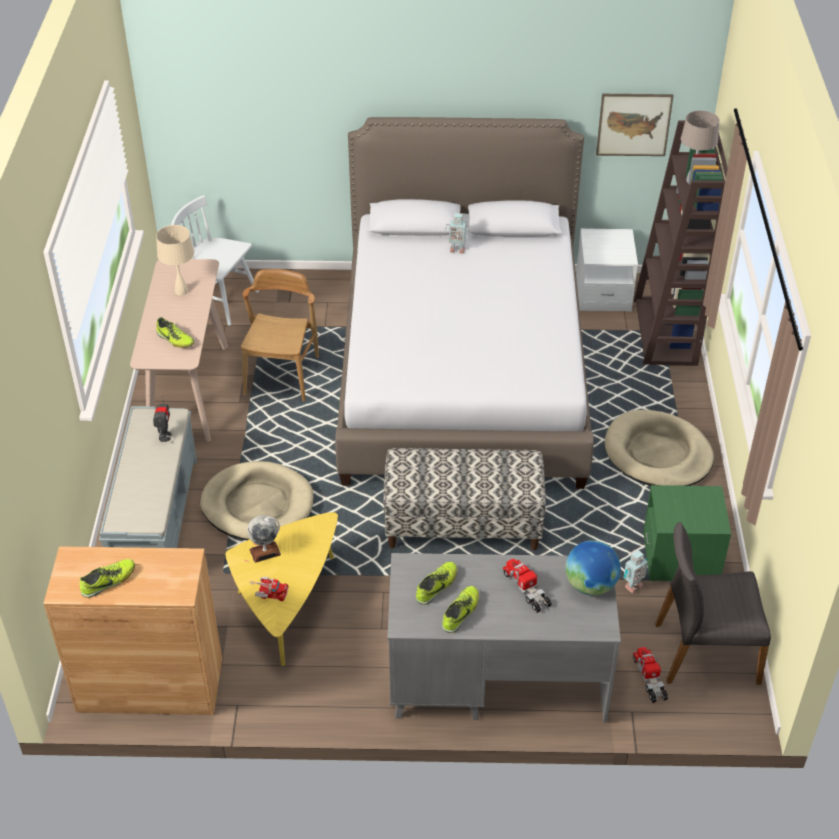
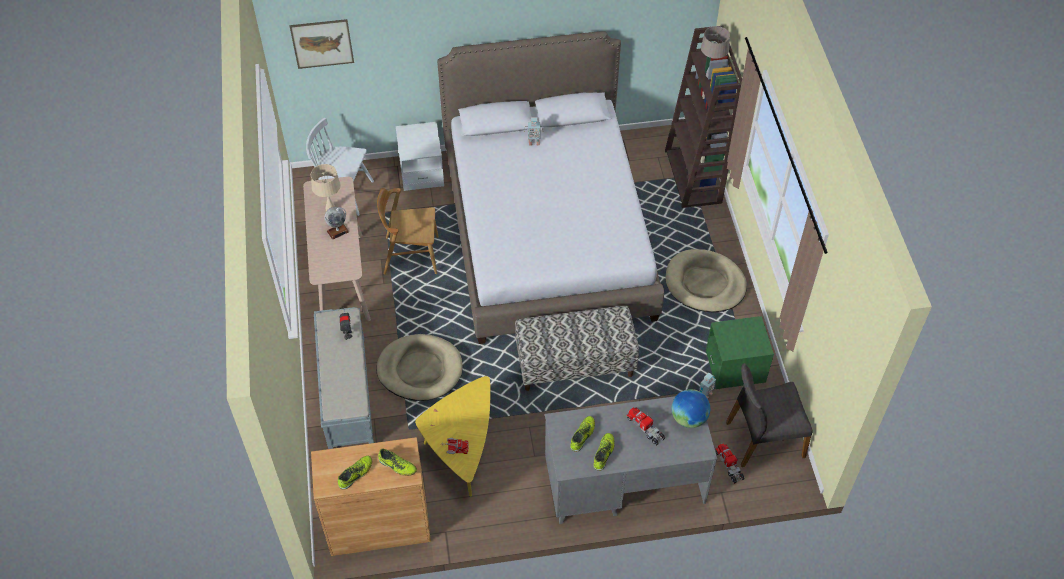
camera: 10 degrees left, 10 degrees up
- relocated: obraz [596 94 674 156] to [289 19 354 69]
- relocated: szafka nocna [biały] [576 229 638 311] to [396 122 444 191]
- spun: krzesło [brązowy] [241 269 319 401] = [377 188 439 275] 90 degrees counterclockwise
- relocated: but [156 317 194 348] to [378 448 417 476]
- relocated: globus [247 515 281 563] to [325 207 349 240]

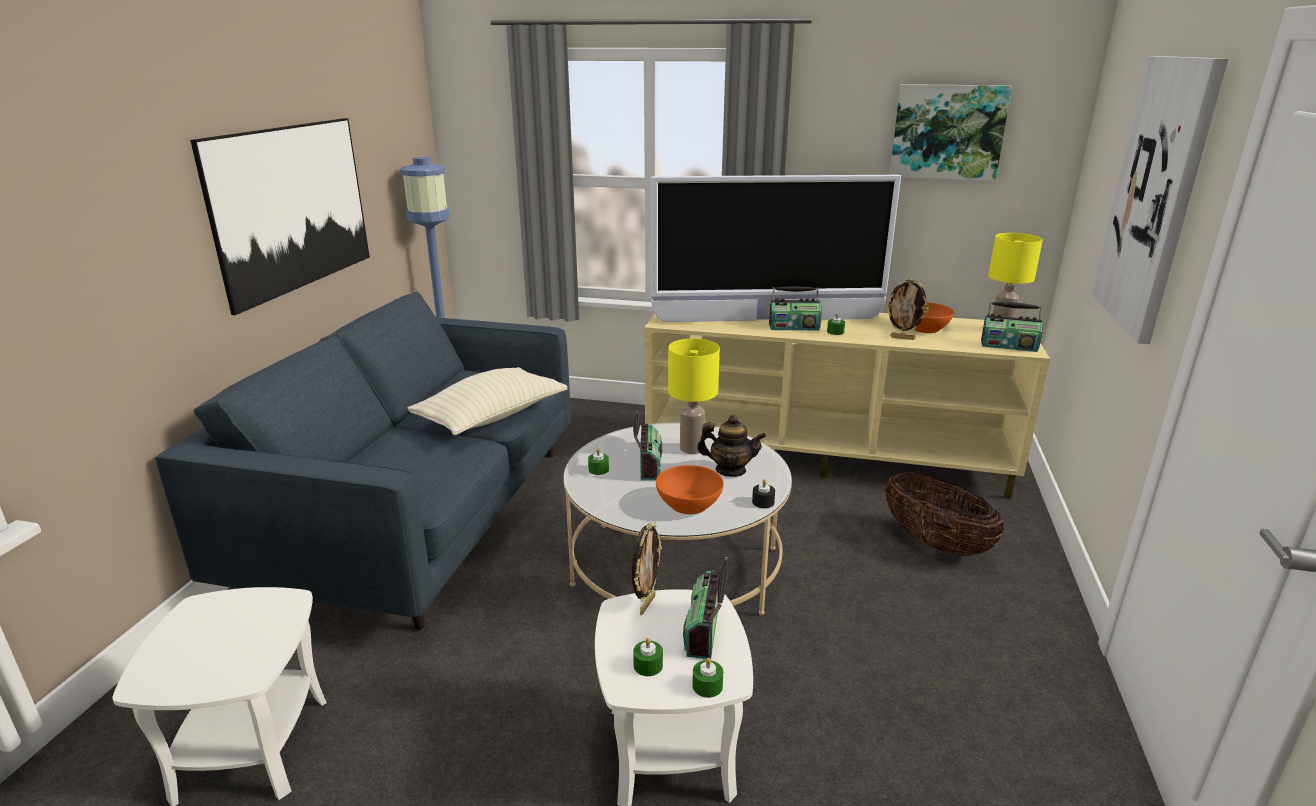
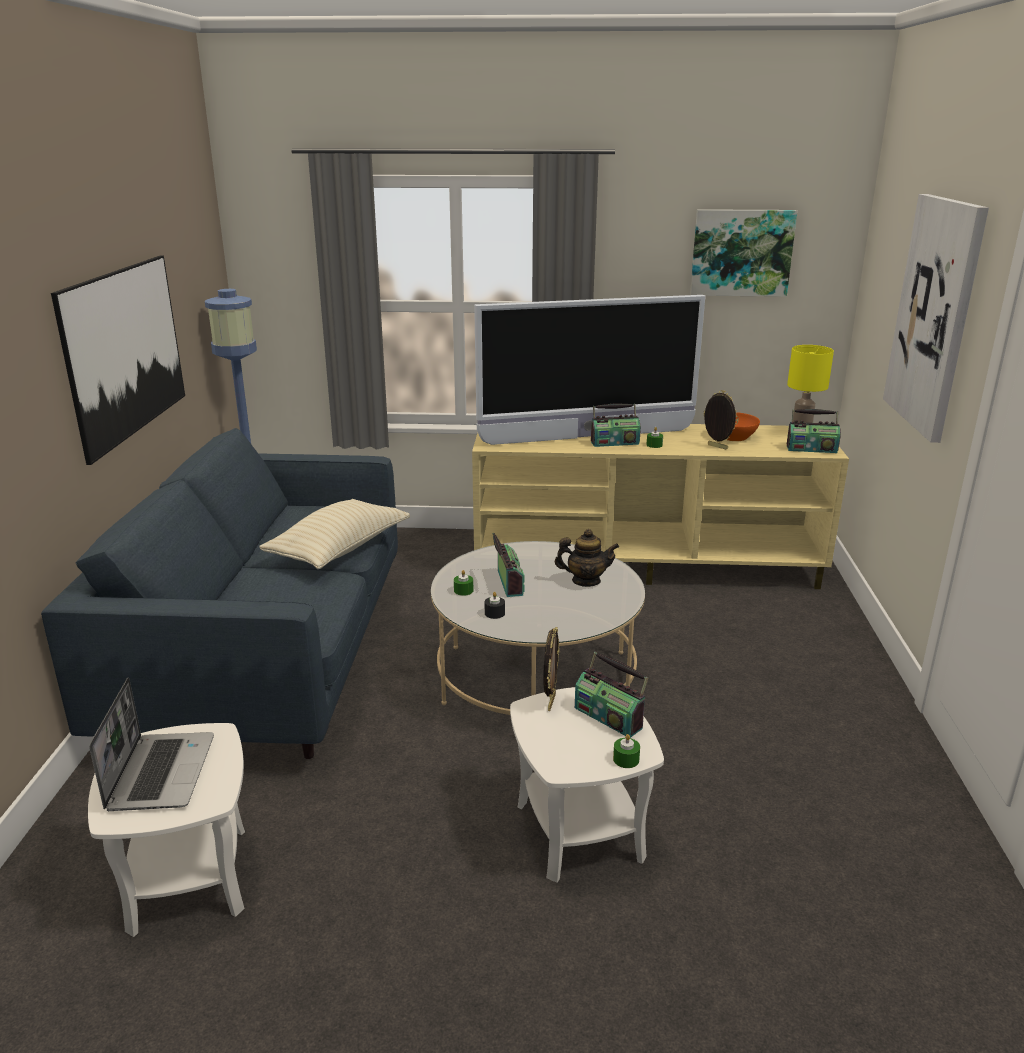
camera: 10 degrees left, 0 degrees up
- spun: ramka na zdjęcie [886 278 929 340] = [703 390 739 449] 150 degrees counterclockwise
- missing: lampa stołowa [żółty] [668 338 720 454]
- missing: miska [pomarańczowy] [656 465 724 514]
- missing: koszyk [885 472 1004 556]
- relocated: świeca [czarny] [752 479 775 508] to [485 592 505 619]
- spun: radio [683 557 728 659] = [575 652 648 738] 45 degrees counterclockwise
- missing: świeca [zielony] [633 638 663 676]
- appeared: laptop [89 678 214 811]

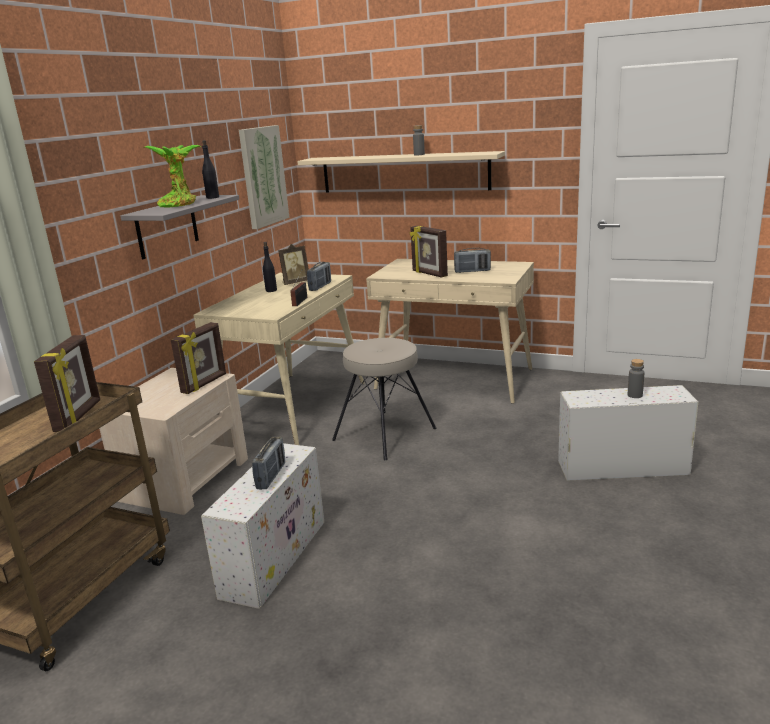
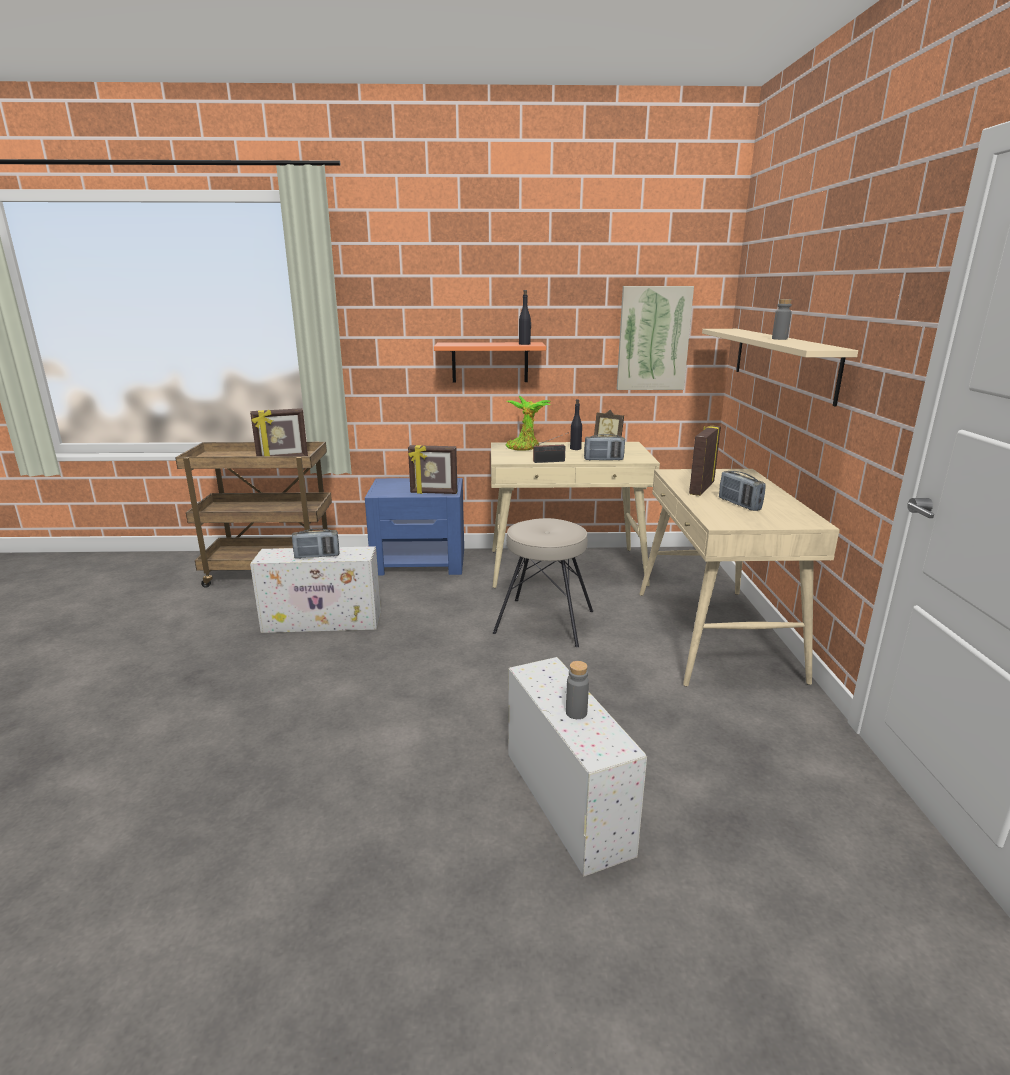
camera: 65 degrees right, 0 degrees up
- relocated: roślina doniczkowa [145 145 201 208] to [505 396 551 451]
- colour: półka [szary] [120 195 239 259] to półka [pomarańczowy] [434 342 546 383]
- colour: szafka nocna [beżowy] [99 368 248 515] to szafka nocna [niebieski] [365 478 464 576]

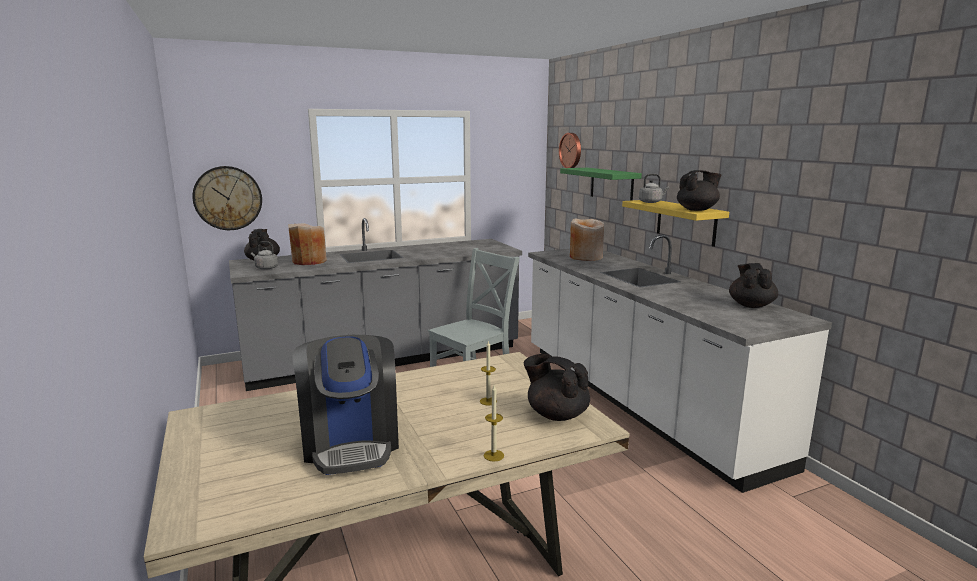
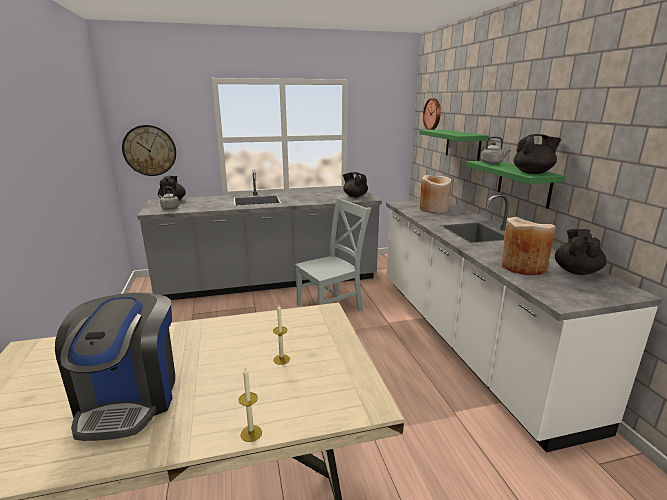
camera: 10 degrees right, 5 degrees up
- colour: półka [żółty] [622 200 729 247] to półka [zielony] [466 161 566 209]
- relocated: wazon [beżowy] [288 223 327 265] to [501 217 556 275]
- relocated: imbryk [czarny] [524 354 590 421] to [343 172 368 197]

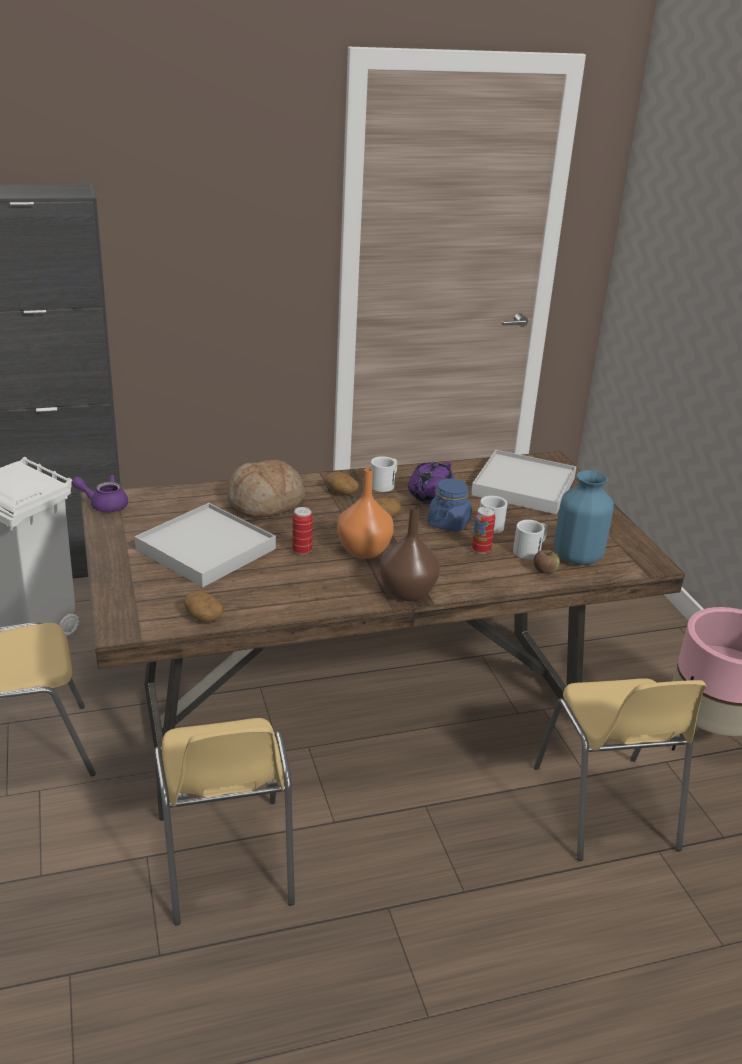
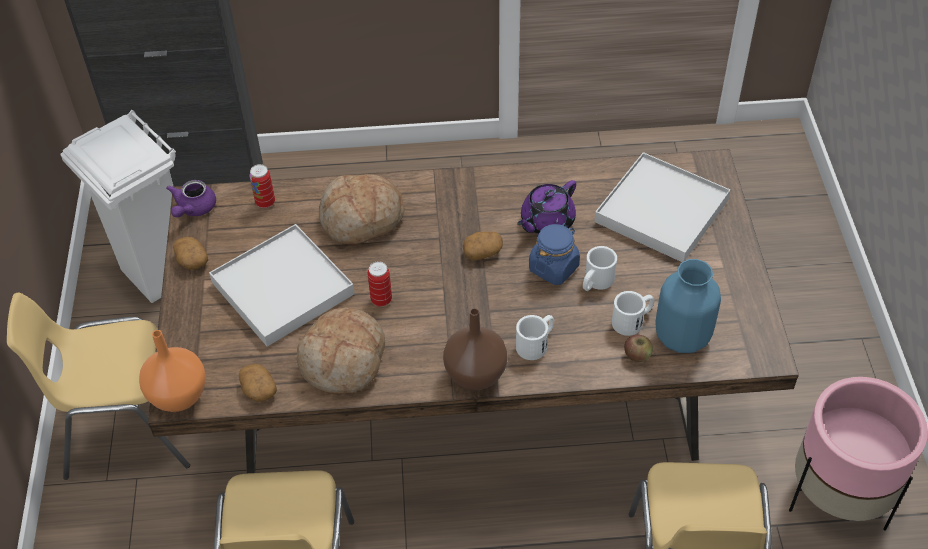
camera: 15 degrees right, 20 degrees up
- relocated: kubek [biały] [371 456 397 492] to [516 315 554 360]
- relocated: wazon [pomarańczowy] [337 468 394 559] to [139 330 206 412]
- relocated: ziemniak [326 472 359 495] to [173 237 208 270]
- spun: imbryk [fioletowy] [72 475 128 512] = [166 180 216 217] 90 degrees counterclockwise
- relocated: puszka [472 507 495 554] to [249 164 275 208]
- appeared: chleb [297 307 385 395]

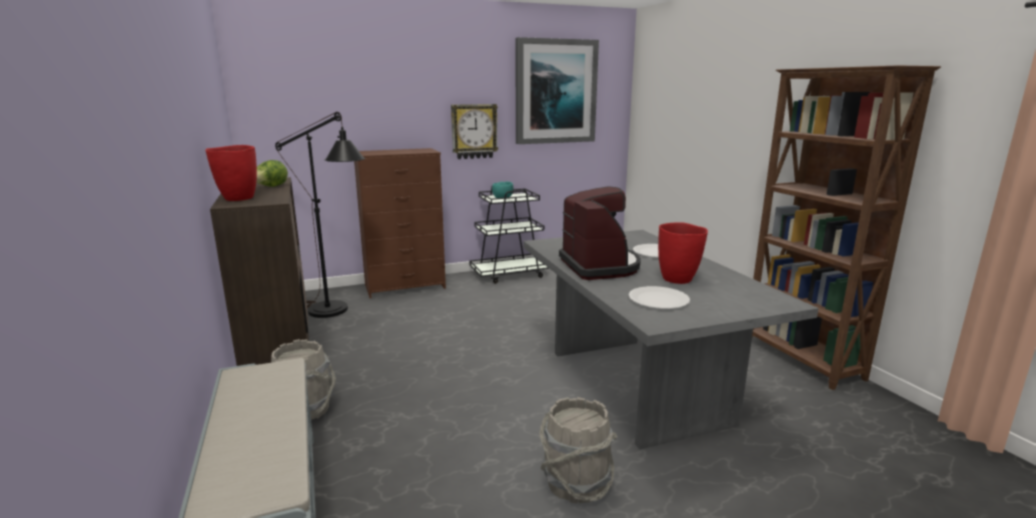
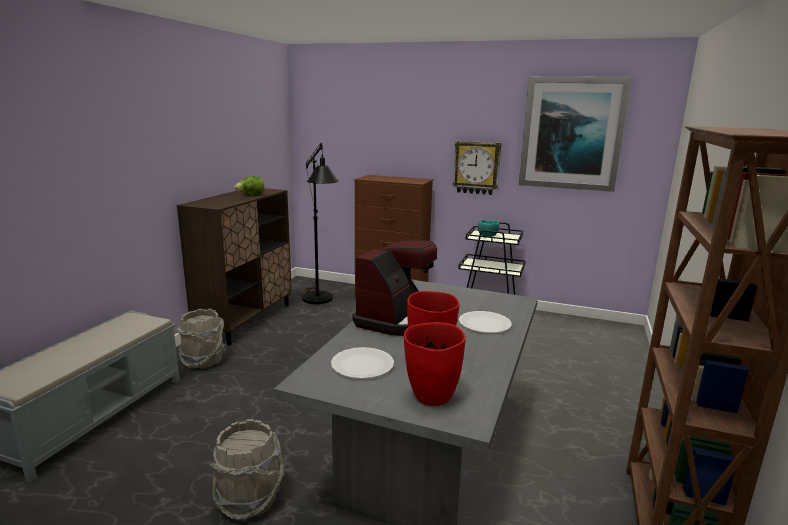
camera: 40 degrees right, 0 degrees up
- relocated: wazon [czerwony] [206 145 257 201] to [404 322 466 406]

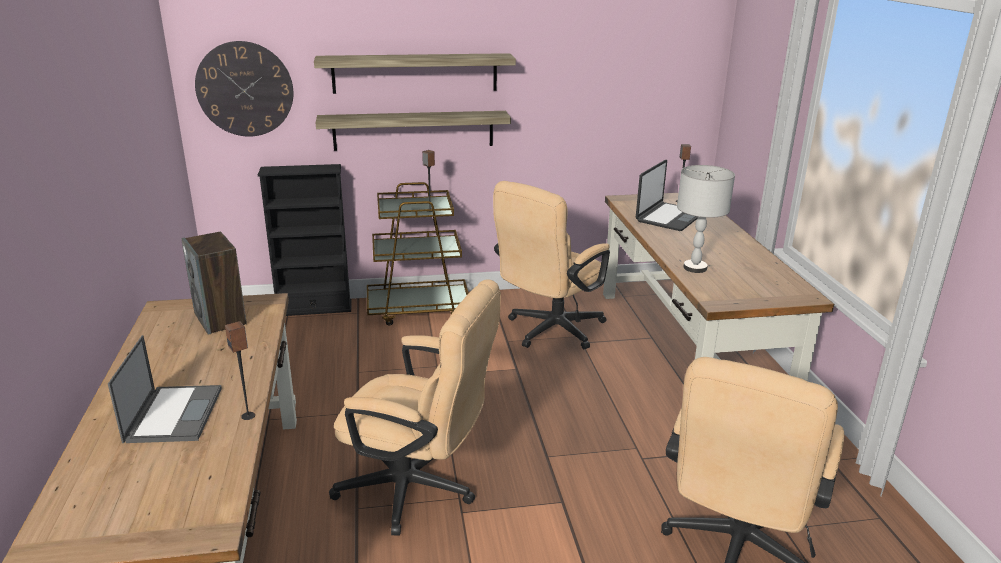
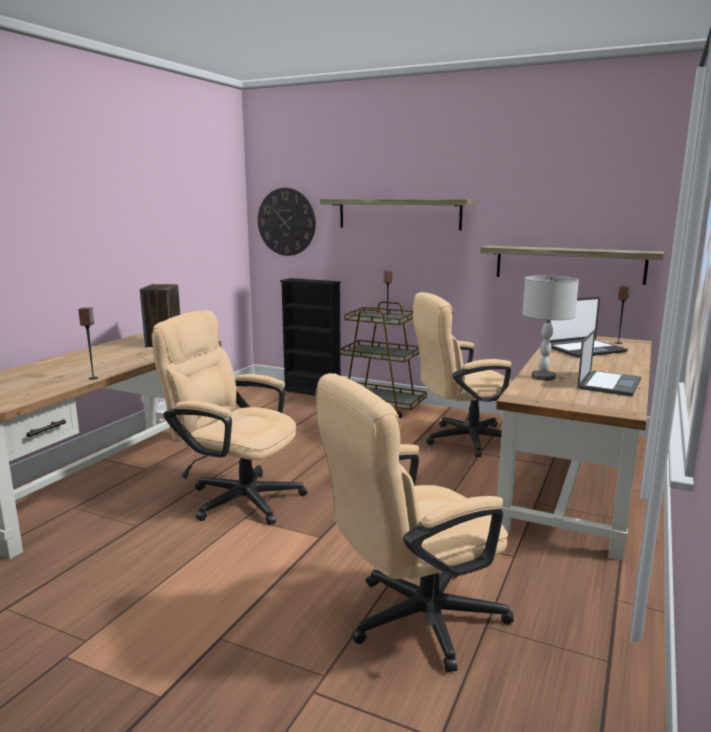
camera: 35 degrees right, 10 degrees down
- relocated: półka [316 111 511 151] to [480 245 664 285]
- spun: krzesło biurowe [beżowy] [329 280 501 536] = [152 310 307 525] 150 degrees clockwise
- relocated: laptop [108 335 222 443] to [577 329 641 396]

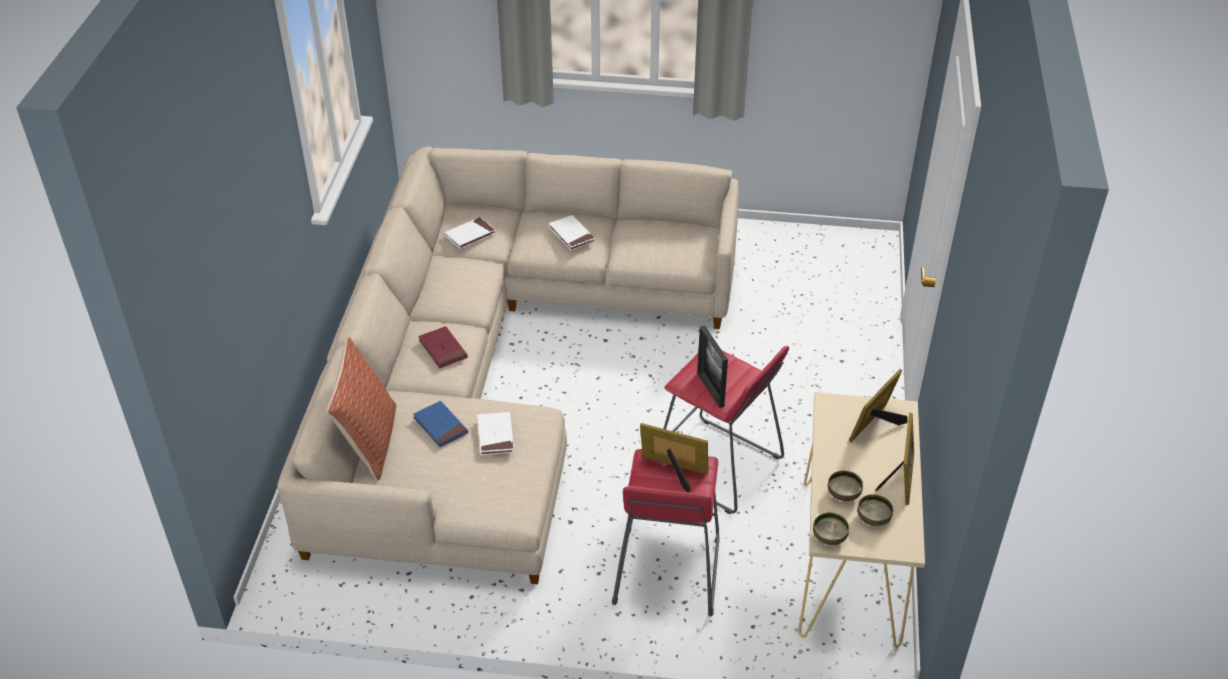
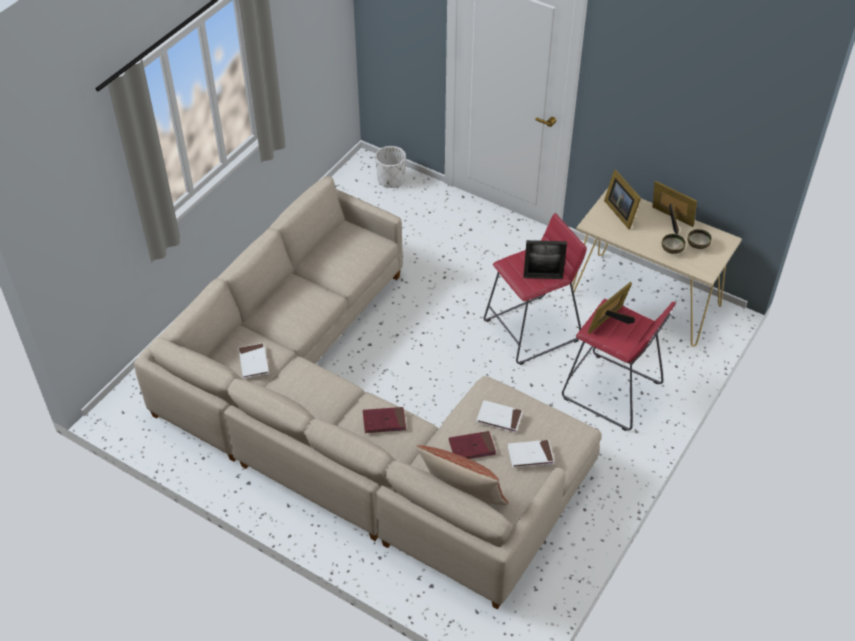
camera: 65 degrees left, 5 degrees up
- relocated: książka [biały] [549 215 595 251] to [508 440 554 468]
- colour: książka [niebieski] [413 401 468 447] to książka [czerwony] [449 431 496 459]
- missing: miska [813 512 849 545]
- appeared: donica [biały] [375 146 406 188]

